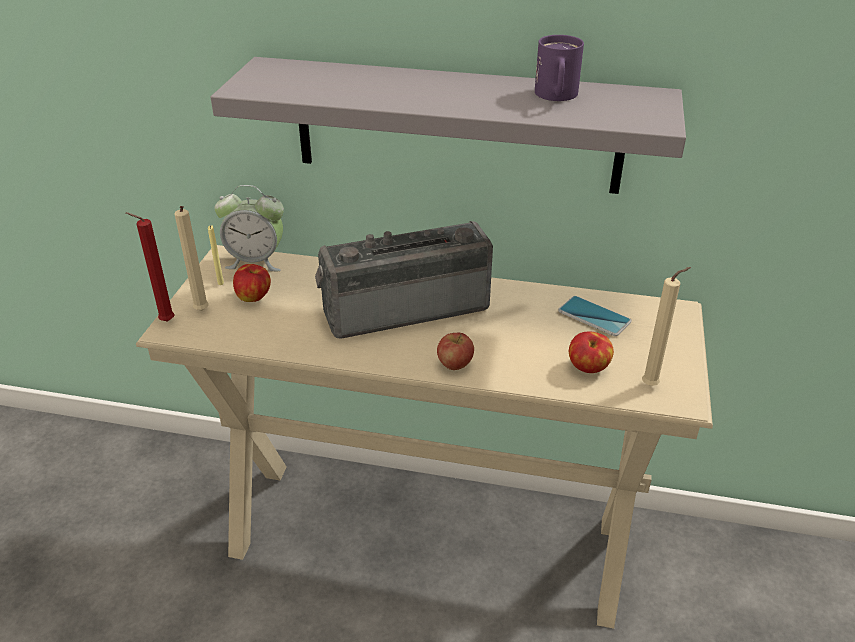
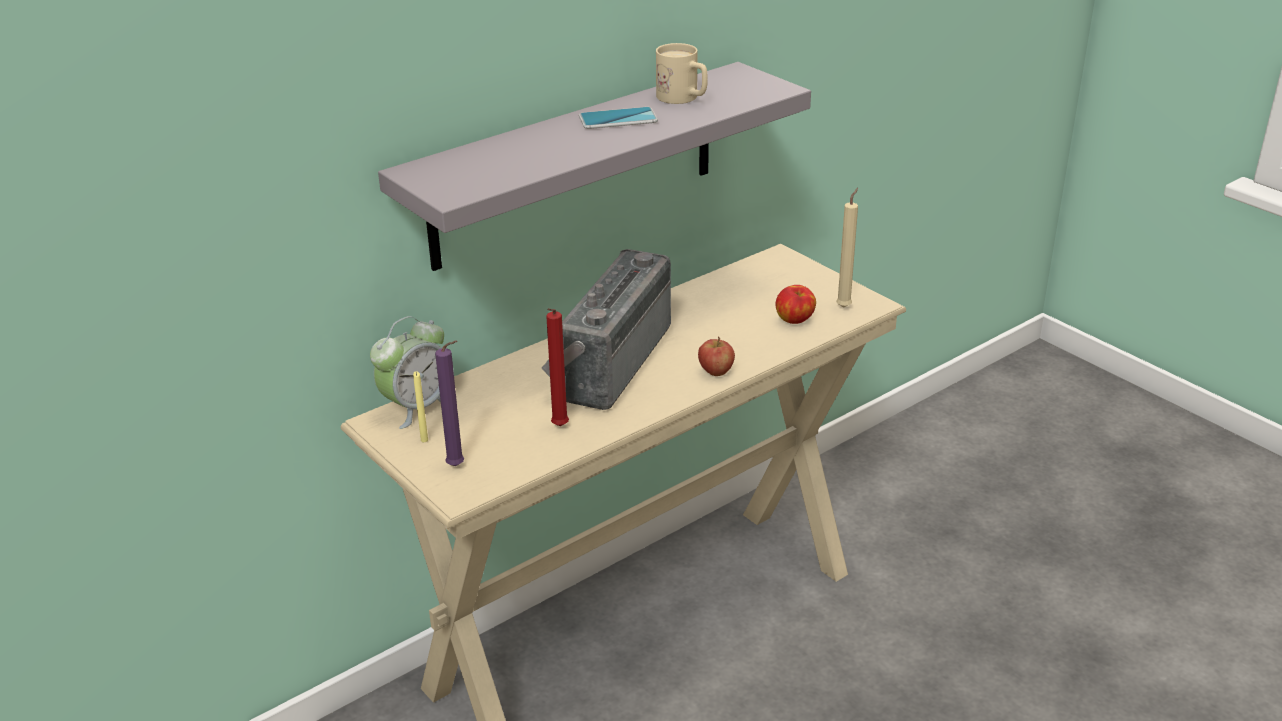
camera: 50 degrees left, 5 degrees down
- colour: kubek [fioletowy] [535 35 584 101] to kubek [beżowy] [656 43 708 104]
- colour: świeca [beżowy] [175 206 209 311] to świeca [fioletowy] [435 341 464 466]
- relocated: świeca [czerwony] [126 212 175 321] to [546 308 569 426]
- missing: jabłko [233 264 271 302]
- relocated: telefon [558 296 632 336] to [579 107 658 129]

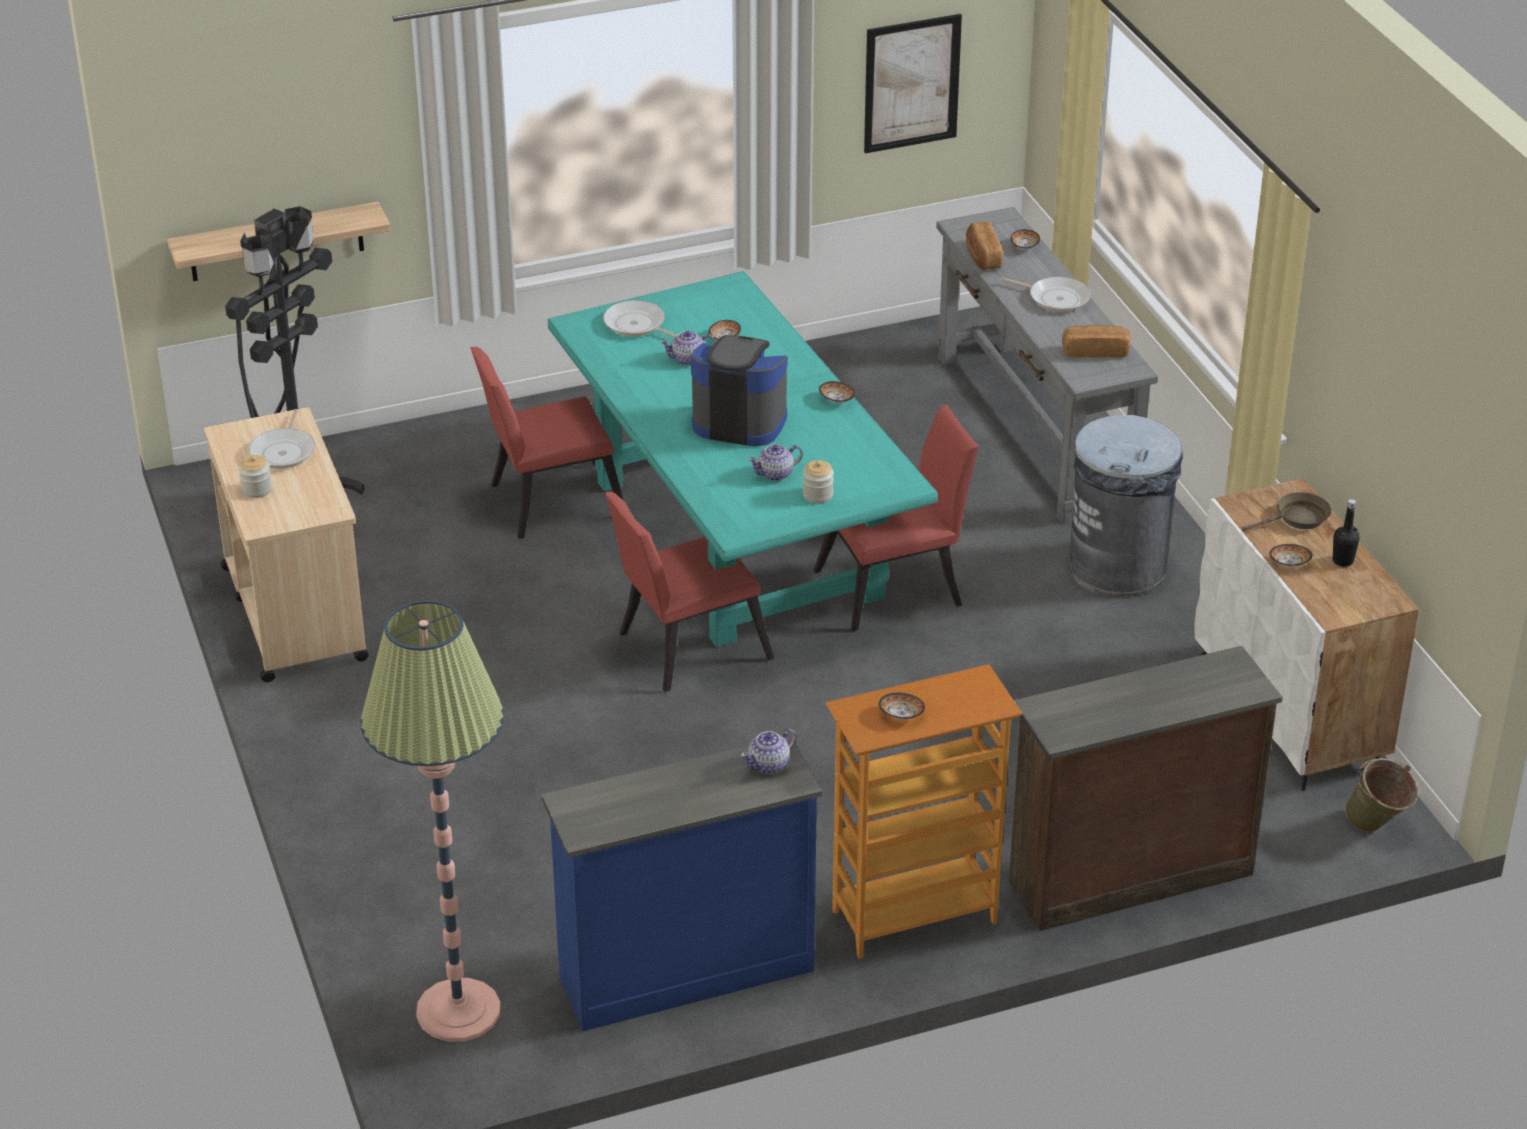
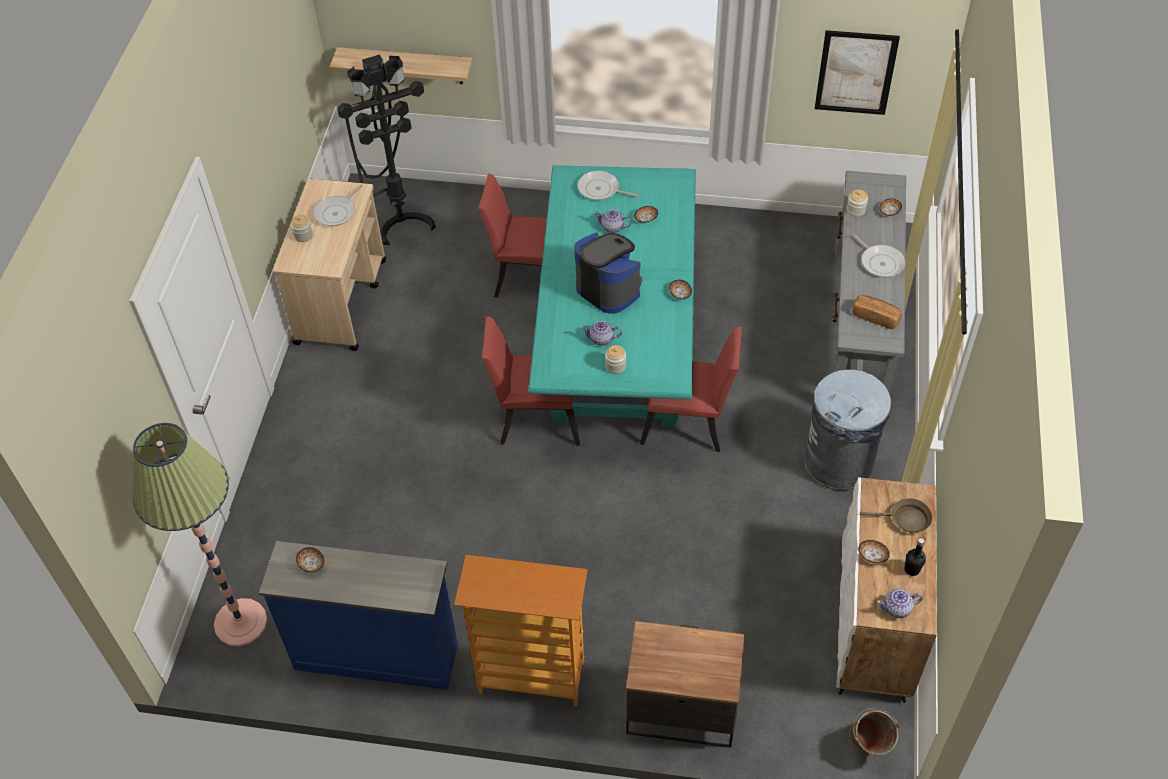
camera: 30 degrees right, 15 degrees up
- exchanged: chleb [966 221 1003 270] to słoik [847 189 868 217]
- spun: patelnia [603 300 678 337] = [578 171 640 200] 45 degrees counterclockwise
- exchanged: komoda [brązowy] [1009 646 1283 931] to szafka nocna [626 621 745 748]
- relocated: miska [878 693 925 720] to [296 547 324 573]
- relocated: imbryk [741 729 796 774] to [877 589 922 618]

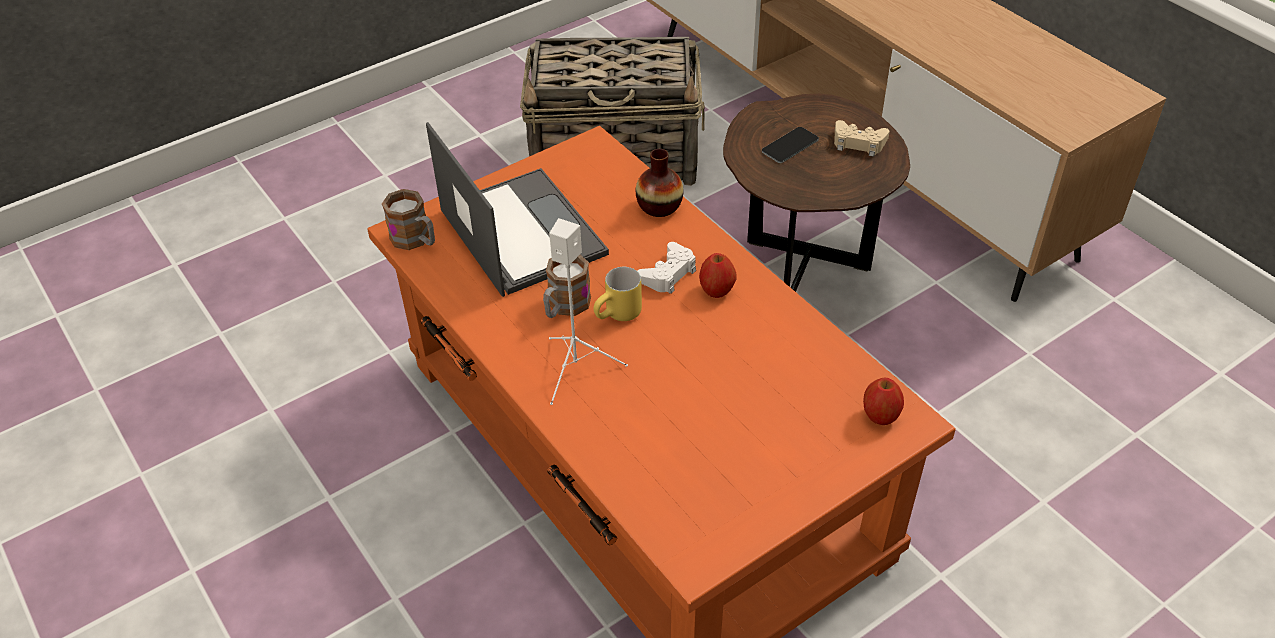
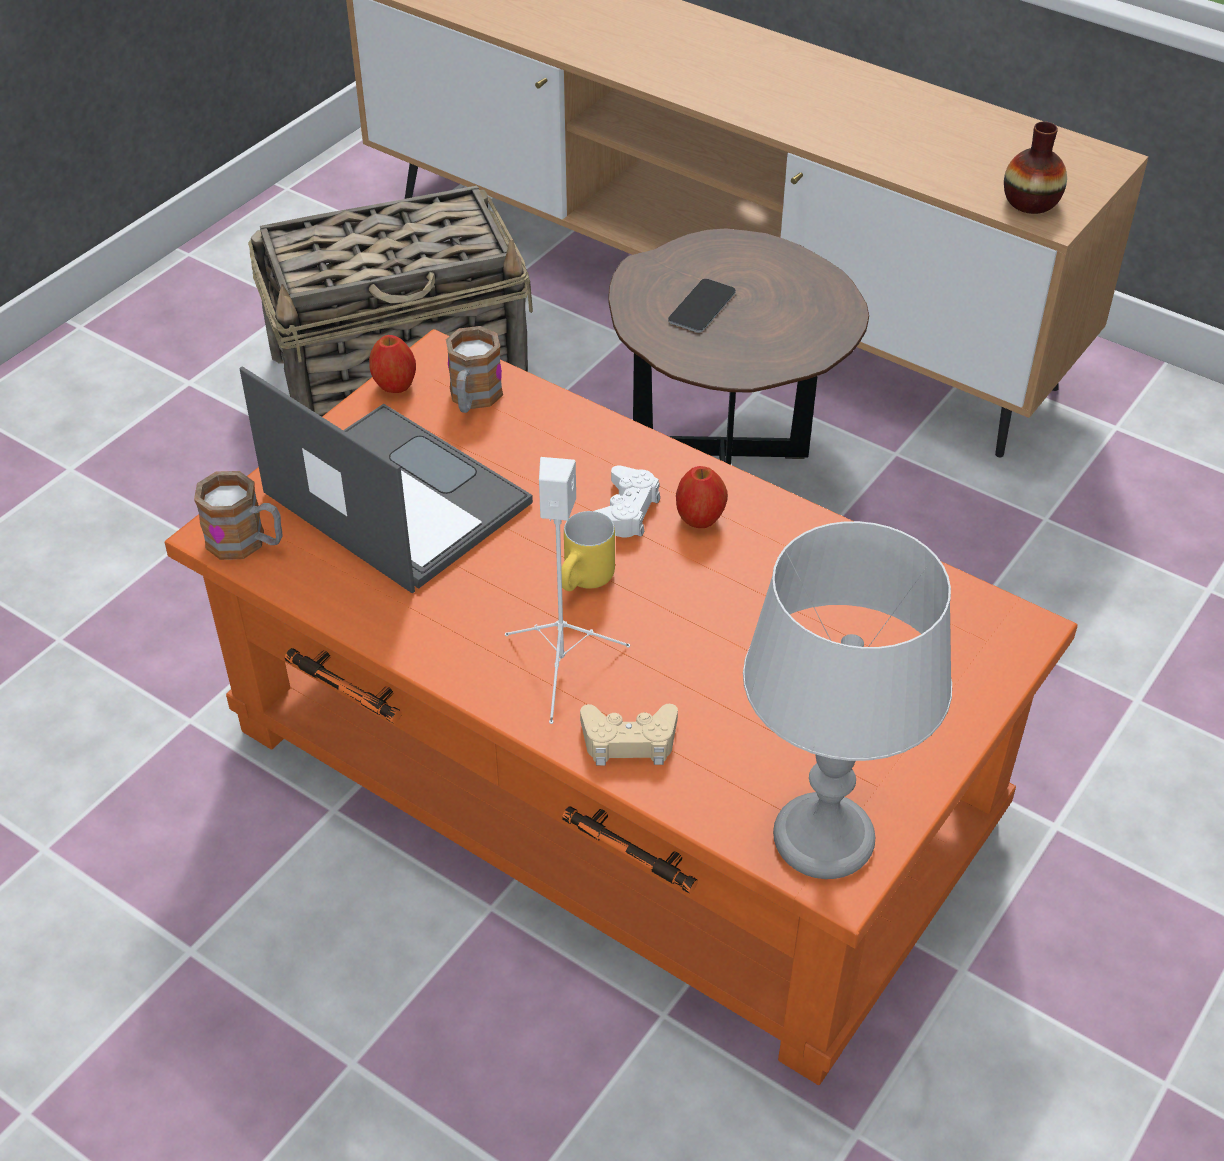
camera: 20 degrees left, 0 degrees up
- relocated: pad do gier [beżowy] [834 120 890 157] to [580 704 678 765]
- relocated: wazon [636 149 683 217] to [1004 121 1067 214]
- relocated: kubek [543 255 591 318] to [446 326 503 413]
- relocated: jabłko [863 378 904 425] to [369 335 416 393]
- appeared: lampa stołowa [szary] [743 521 952 879]

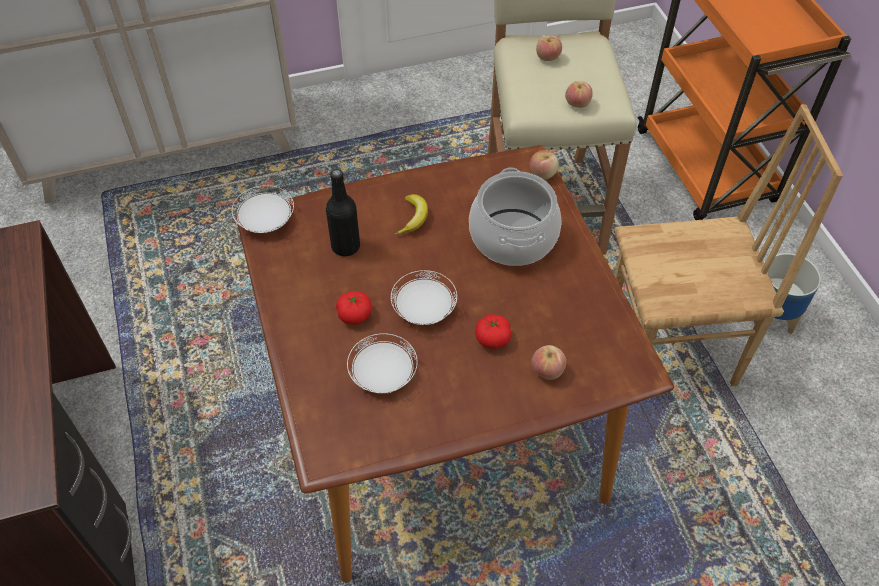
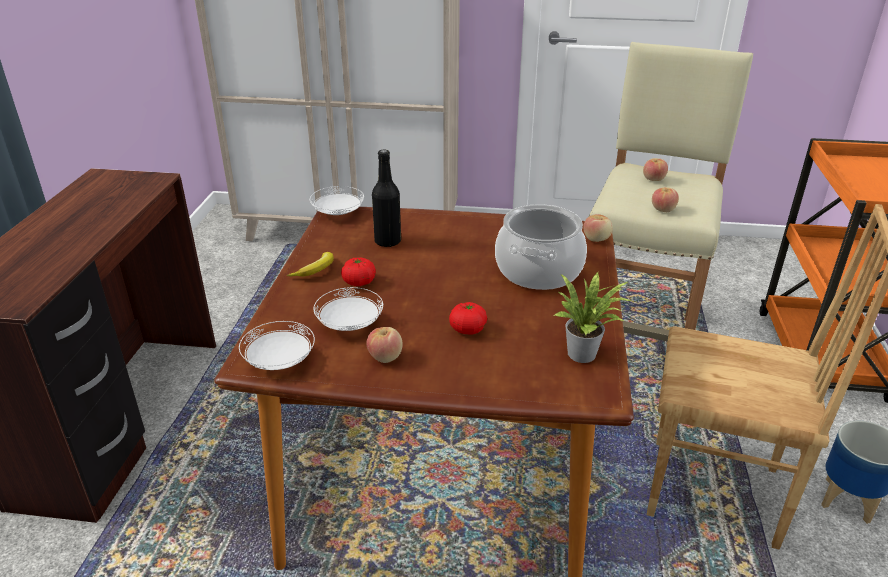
camera: 25 degrees right, 20 degrees down
- relocated: banan [395 194 428 235] to [287 252 334 277]
- relocated: talerz [biały] [391 270 457 325] to [239 321 315 370]
- relocated: jabłko [532 345 566 380] to [366 327 402 363]
- appeared: roślina doniczkowa [554 272 631 363]

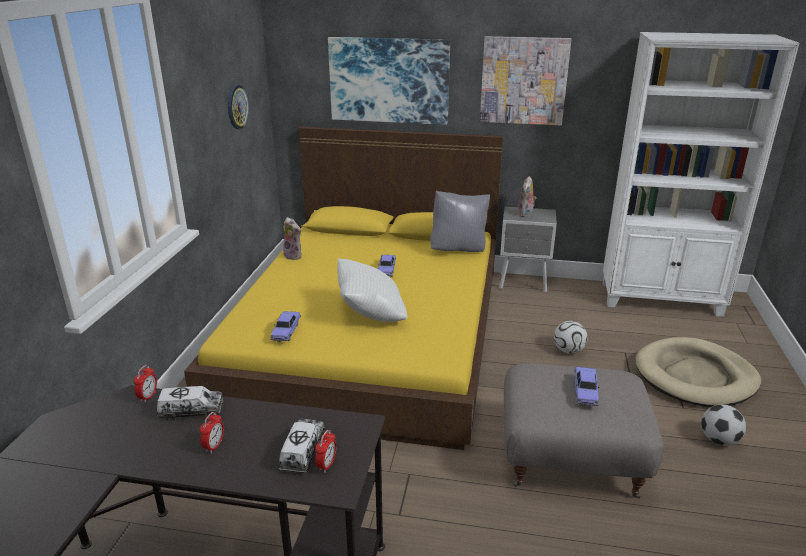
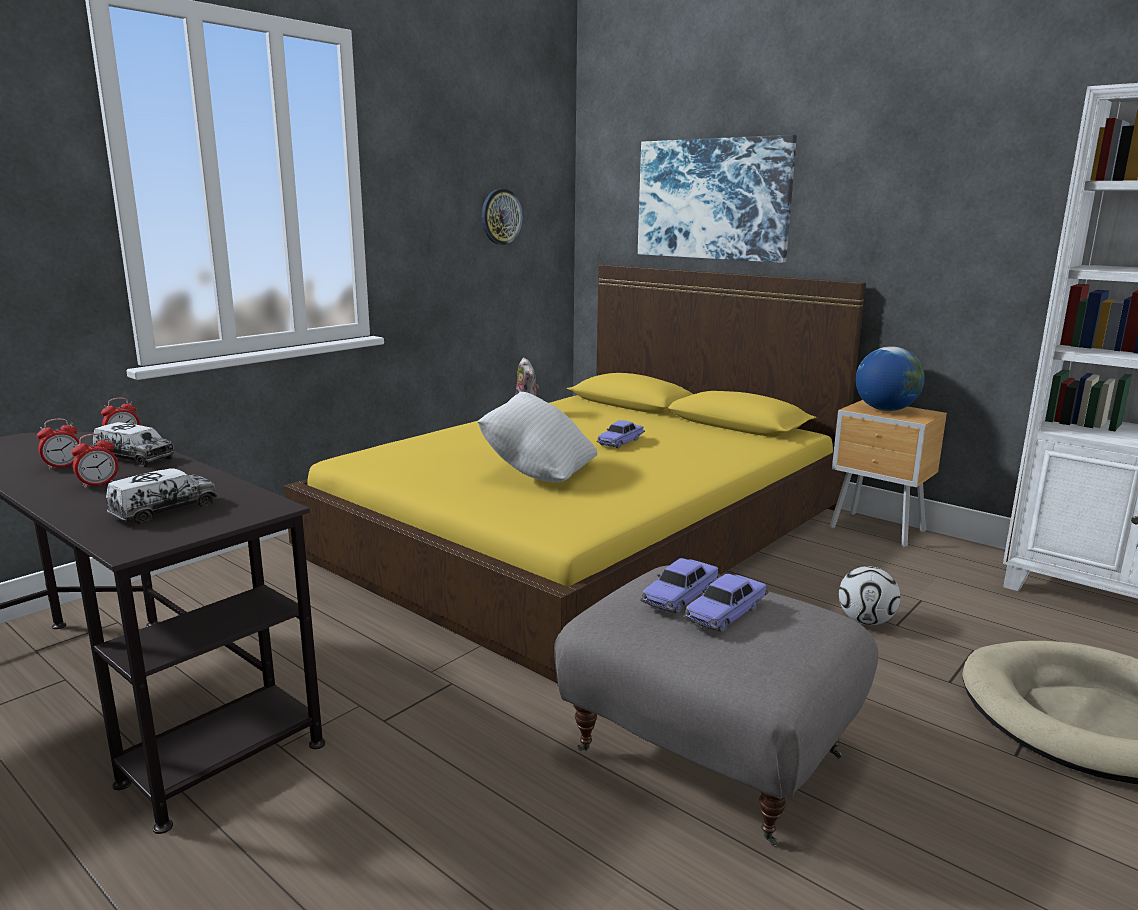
camera: 30 degrees right, 10 degrees down
- missing: obraz [480 36 572 125]
- exchanged: pluszak [517 176 537 217] to globus [856 346 925 411]
- missing: poduszka [szary] [430 191 490 252]
- colour: szafka nocna [szary] [499 207 557 293] to szafka nocna [brązowy] [830 400 947 548]
- relocated: samochodzik [270 311 301 342] to [640 558 720 614]
- missing: piłka futbolowa [701 404 746 445]
- relocated: budzik [315 430 336 473] to [37 418 80 470]

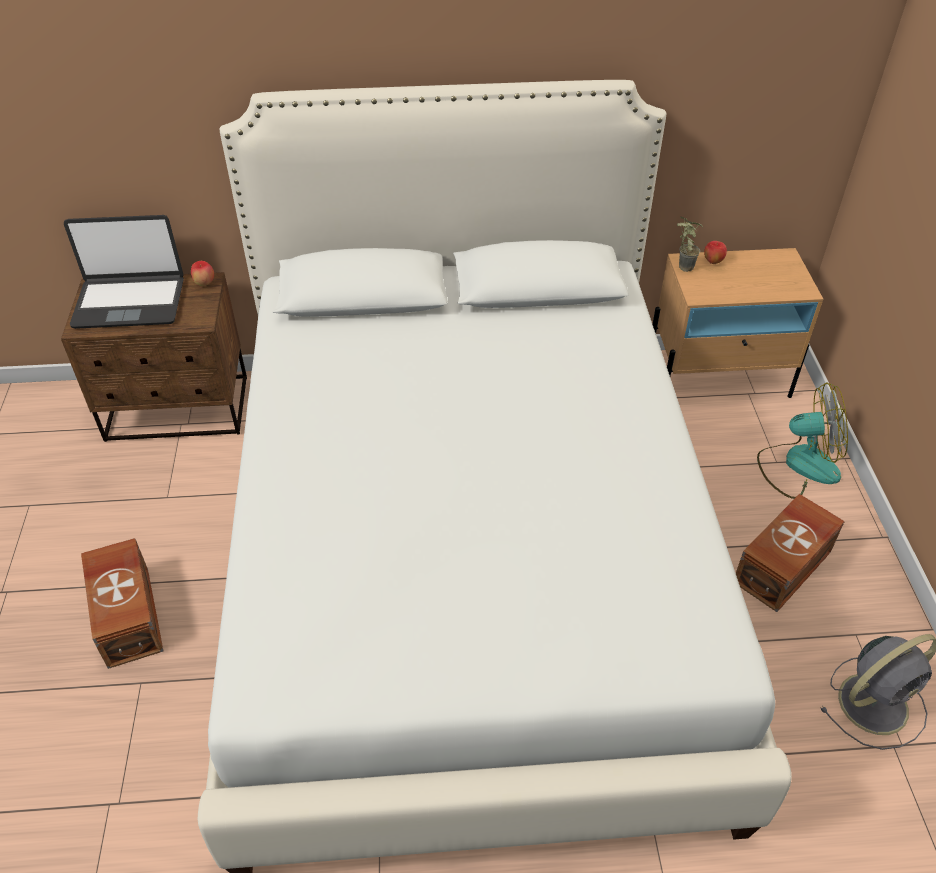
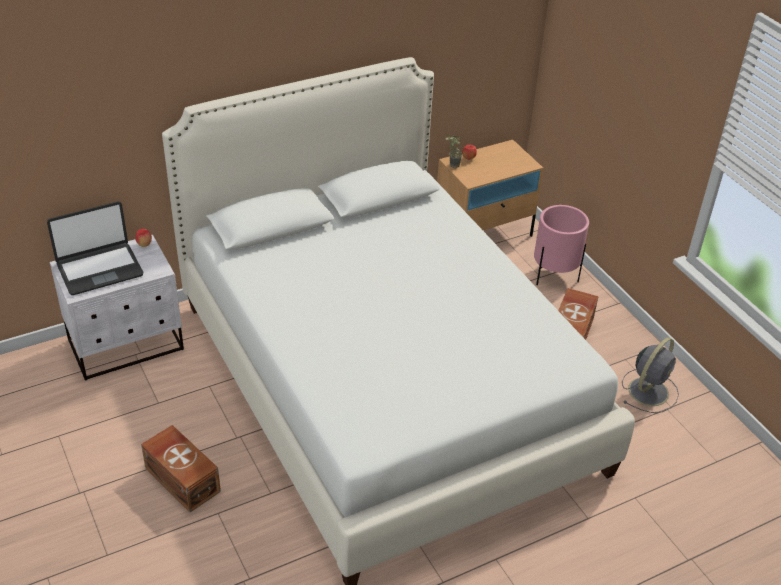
camera: 25 degrees left, 5 degrees down
- colour: szafka nocna [brązowy] [61 272 247 442] to szafka nocna [biały] [50 235 184 381]
- exchanged: wentylator [757 383 848 499] to donica [różowy] [534 205 589 285]

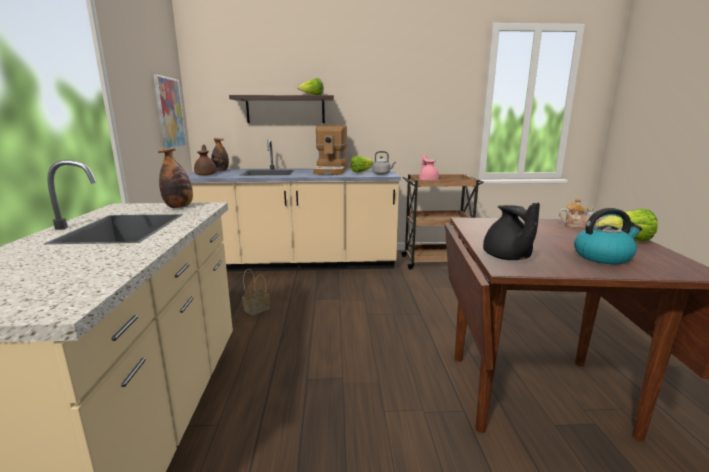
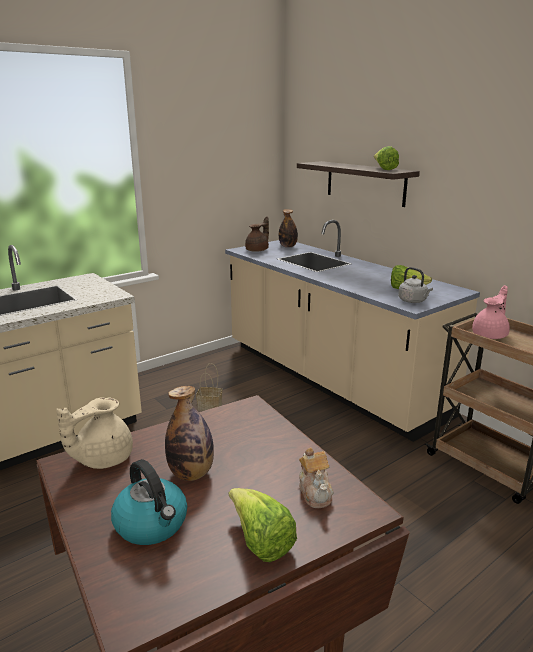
camera: 55 degrees right, 5 degrees up
- missing: obraz [153 74 187 150]
- missing: ekspres do kawy [313 126 347 175]
- relocated: butelka [158 148 193 208] to [165 386 214 481]
- colour: imbryk [czarny] [483 202 540 260] to imbryk [beżowy] [56 397 133 469]

